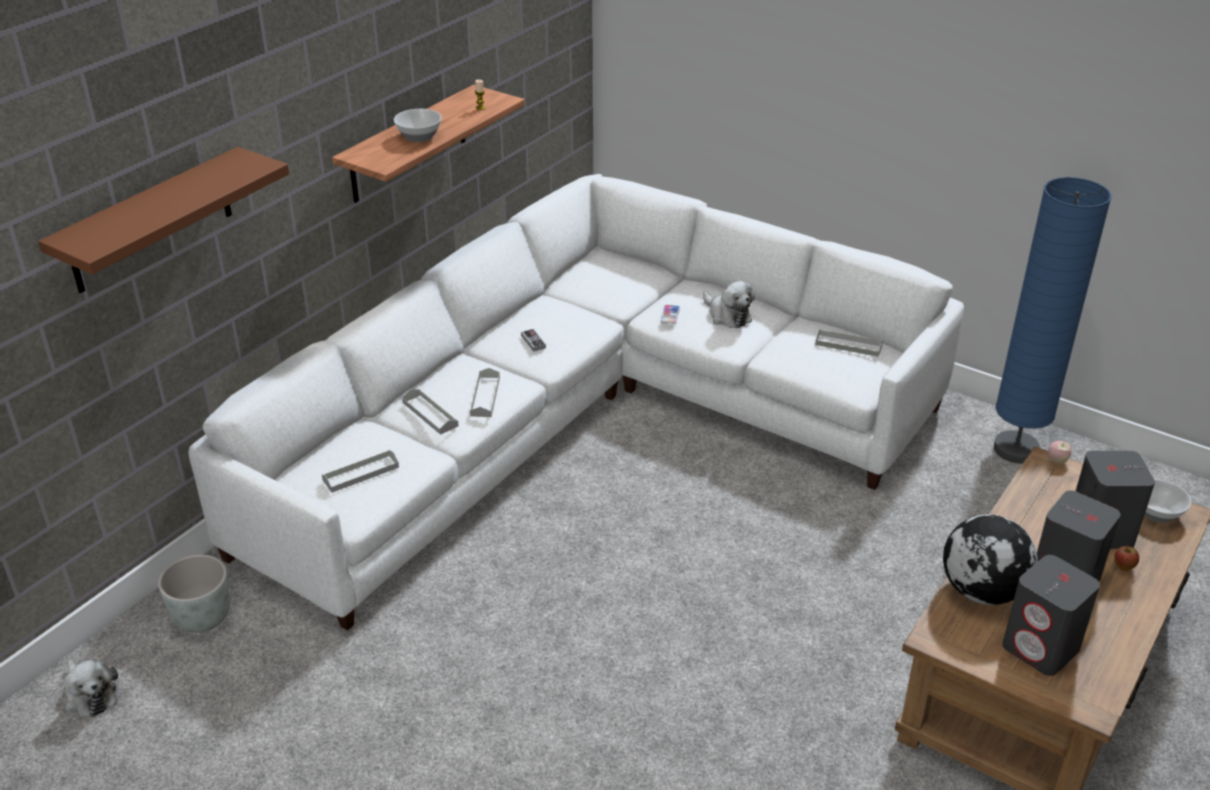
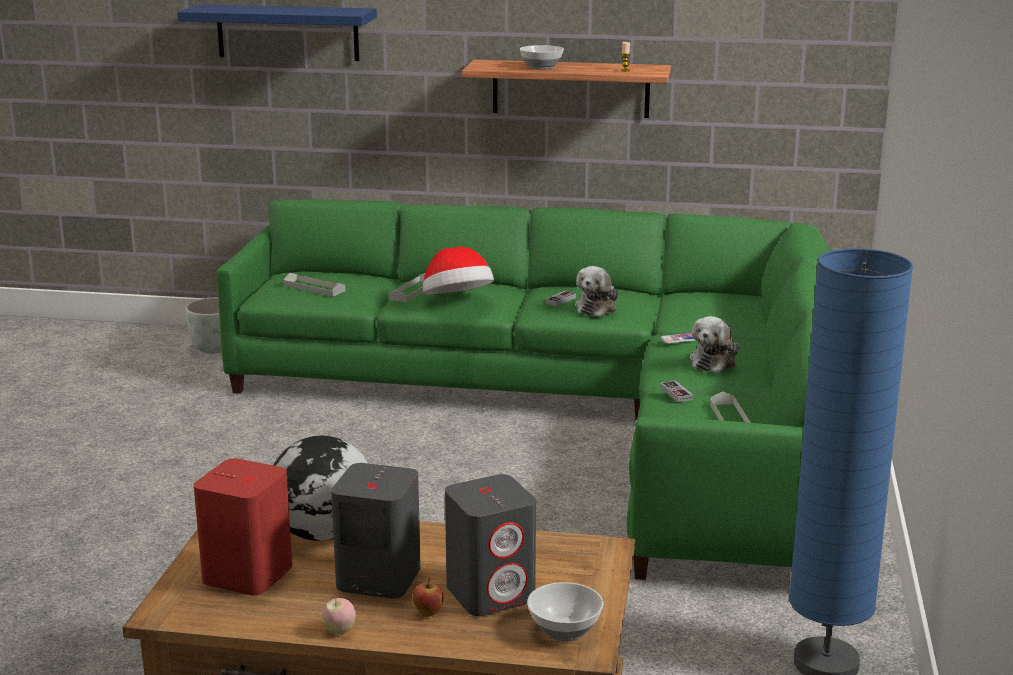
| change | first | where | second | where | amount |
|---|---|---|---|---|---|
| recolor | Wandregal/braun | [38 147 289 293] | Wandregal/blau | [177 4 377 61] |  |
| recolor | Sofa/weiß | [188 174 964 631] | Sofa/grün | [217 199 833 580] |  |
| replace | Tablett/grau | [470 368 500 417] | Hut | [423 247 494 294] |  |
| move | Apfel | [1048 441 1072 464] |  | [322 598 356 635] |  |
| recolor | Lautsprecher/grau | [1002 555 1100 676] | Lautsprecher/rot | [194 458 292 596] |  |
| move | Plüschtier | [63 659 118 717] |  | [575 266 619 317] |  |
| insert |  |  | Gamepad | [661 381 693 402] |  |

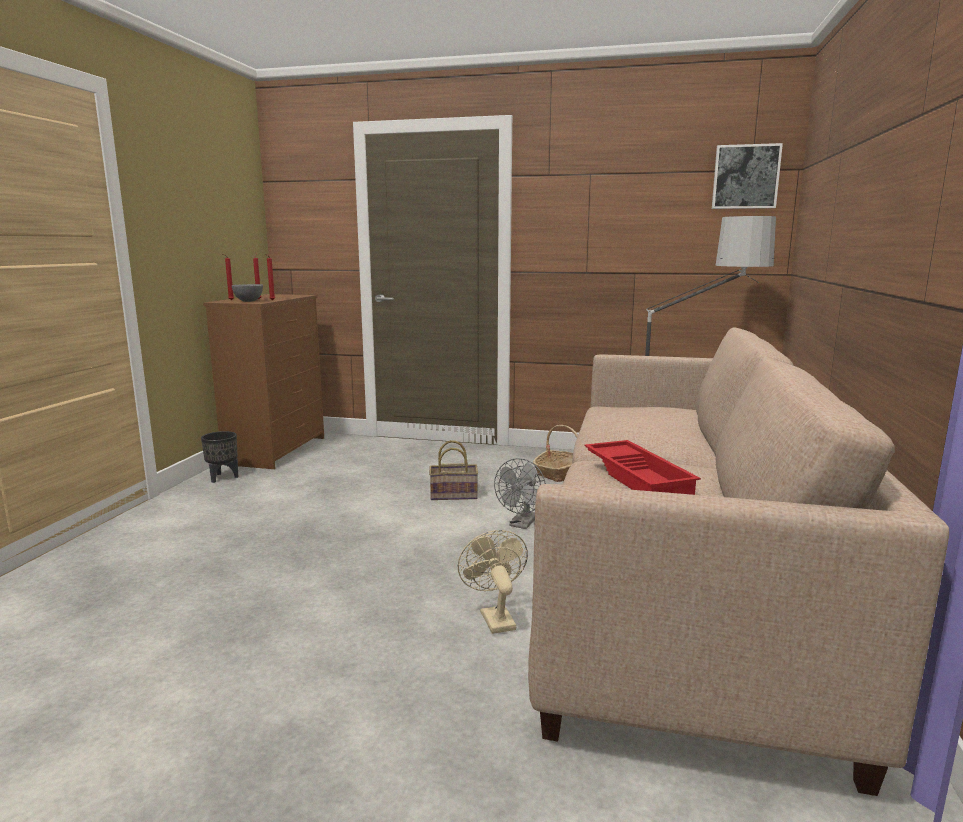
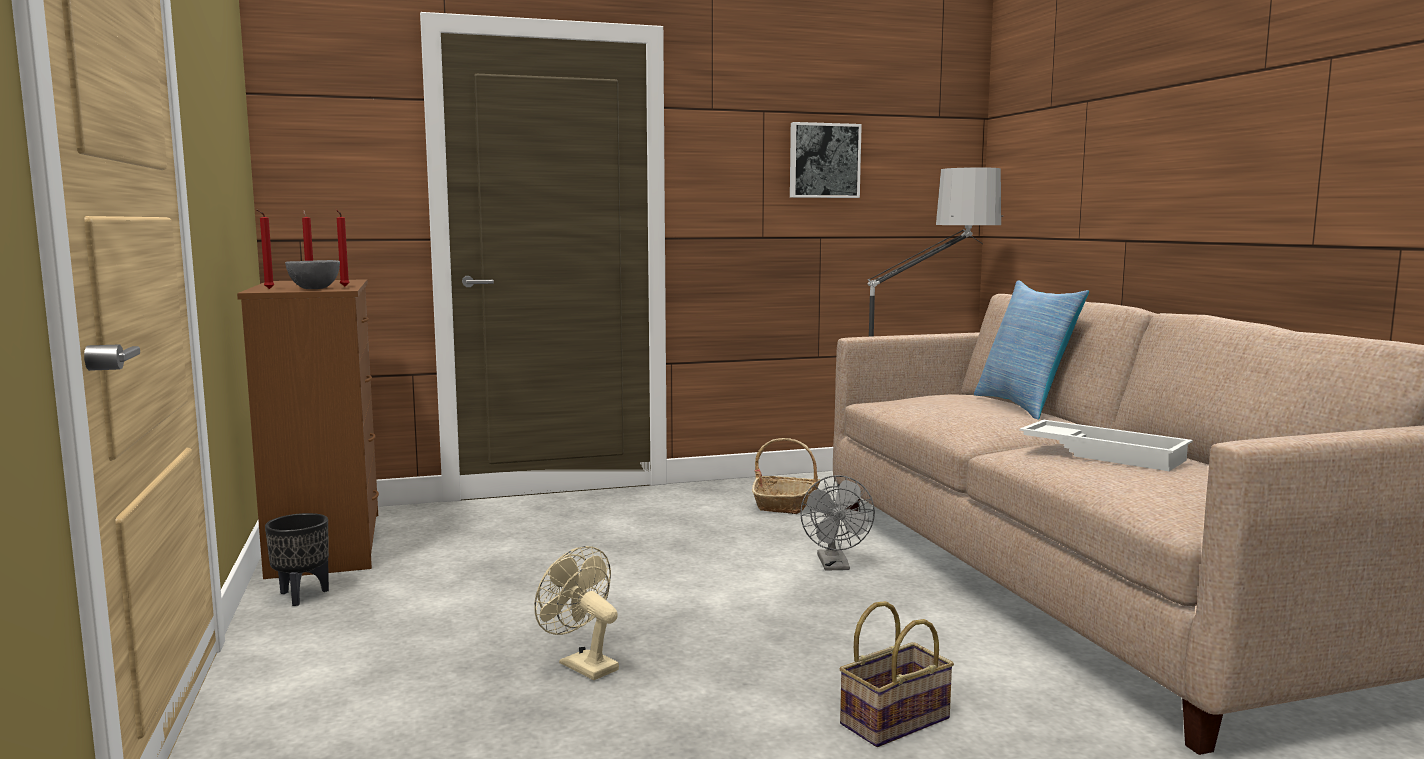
| change | first | where | second | where | amount |
|---|---|---|---|---|---|
| move | Bild | [712 143 783 209] |  | [790 122 862 198] |  |
| move | Korb | [429 440 478 500] |  | [840 601 954 747] |  |
| recolor | Tablett/rot | [584 440 701 495] | Tablett/weiß | [1019 420 1193 471] |  |
| move | Ventilator/beige | [458 530 528 634] |  | [534 546 619 680] |  |
| insert |  |  | Kissen | [974 280 1089 420] |  |

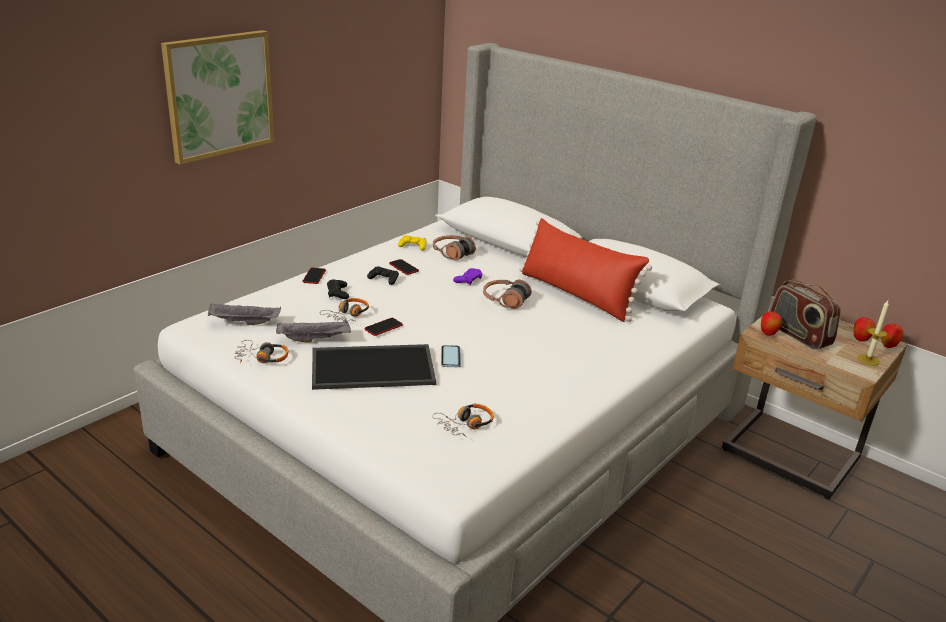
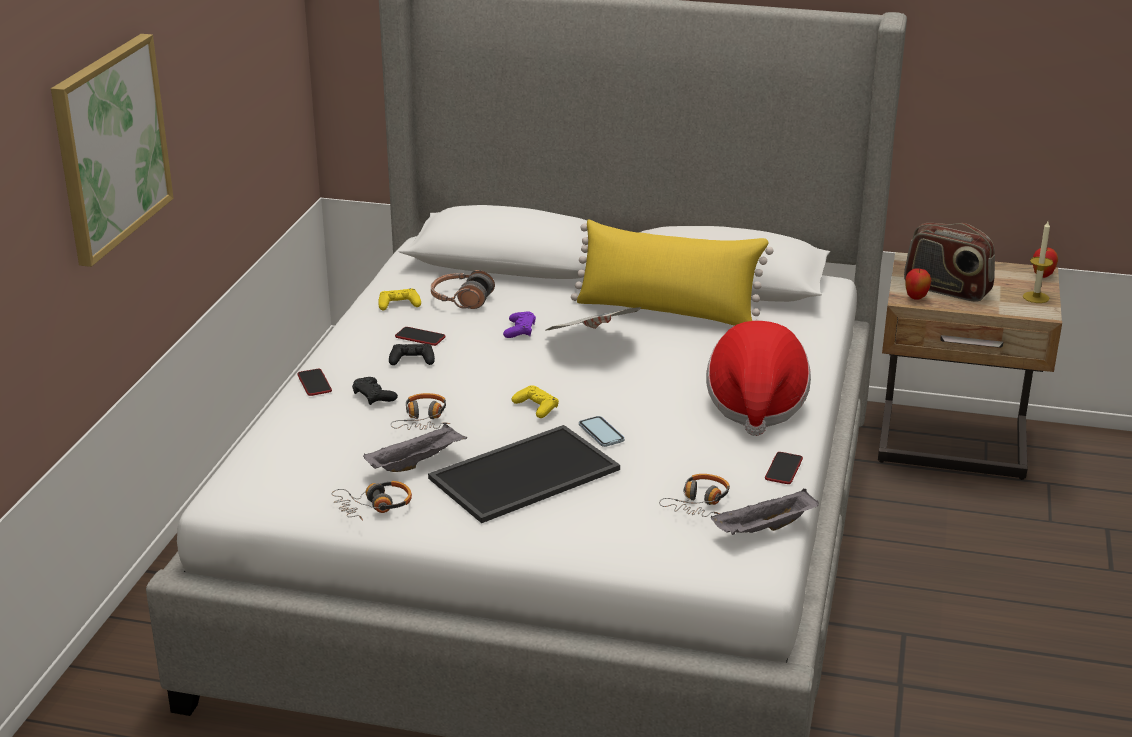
| change | first | where | second | where | amount |
|---|---|---|---|---|---|
| recolor | Kissen/rot | [520 218 652 322] | Kissen/gelb | [571 219 774 326] |  |
| replace | Kopfhörer | [483 279 532 309] | Zeitung | [545 307 642 331] |  |
| move | Tablett/grau | [208 304 281 325] |  | [711 489 819 535] |  |
| delete | Apfel | [853 317 876 341] |  |  |  |
| move | Handy | [364 318 403 336] |  | [765 452 803 484] |  |
| insert |  |  | Hut | [706 321 811 436] |  |
| insert |  |  | Gamepad/gelb | [512 385 559 418] |  |

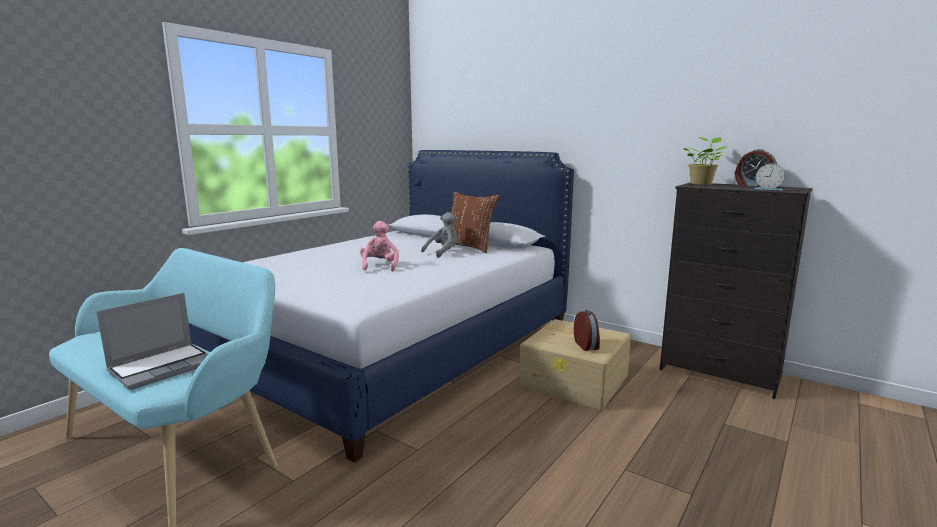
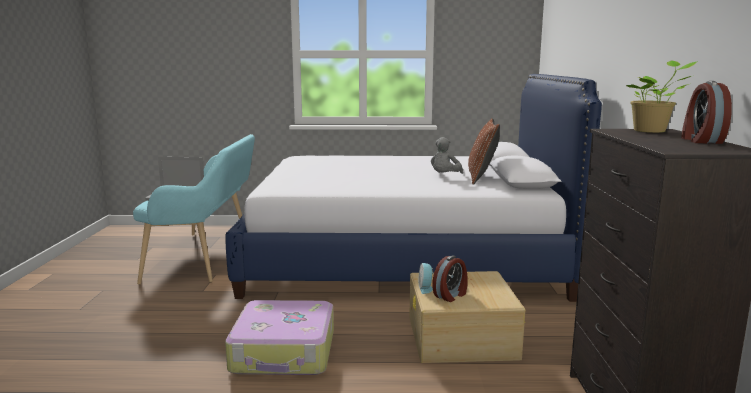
| change | first | where | second | where | amount |
|---|---|---|---|---|---|
| move | Wecker | [755 164 785 190] |  | [419 263 434 294] |  |
| rotate | Plüschtier/grau | [421 212 458 258] |  | [431 137 463 174] | 105 degrees clockwise |
| delete | Plüschtier/rosa | [360 221 399 271] |  |  |  |
| insert |  |  | Koffer | [225 300 334 375] |  |

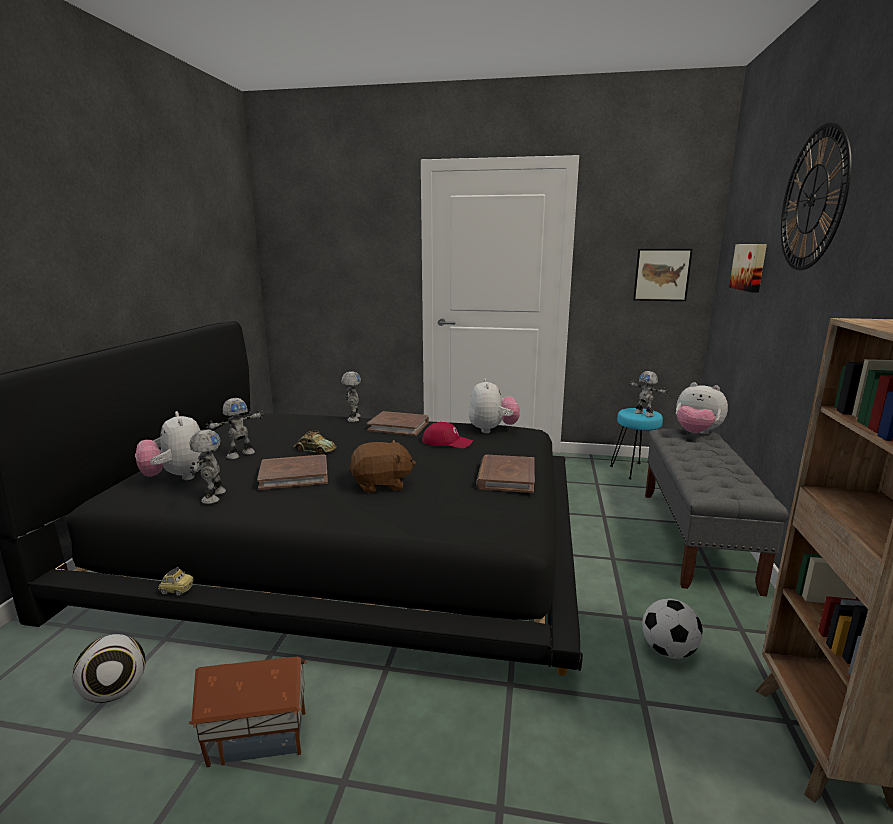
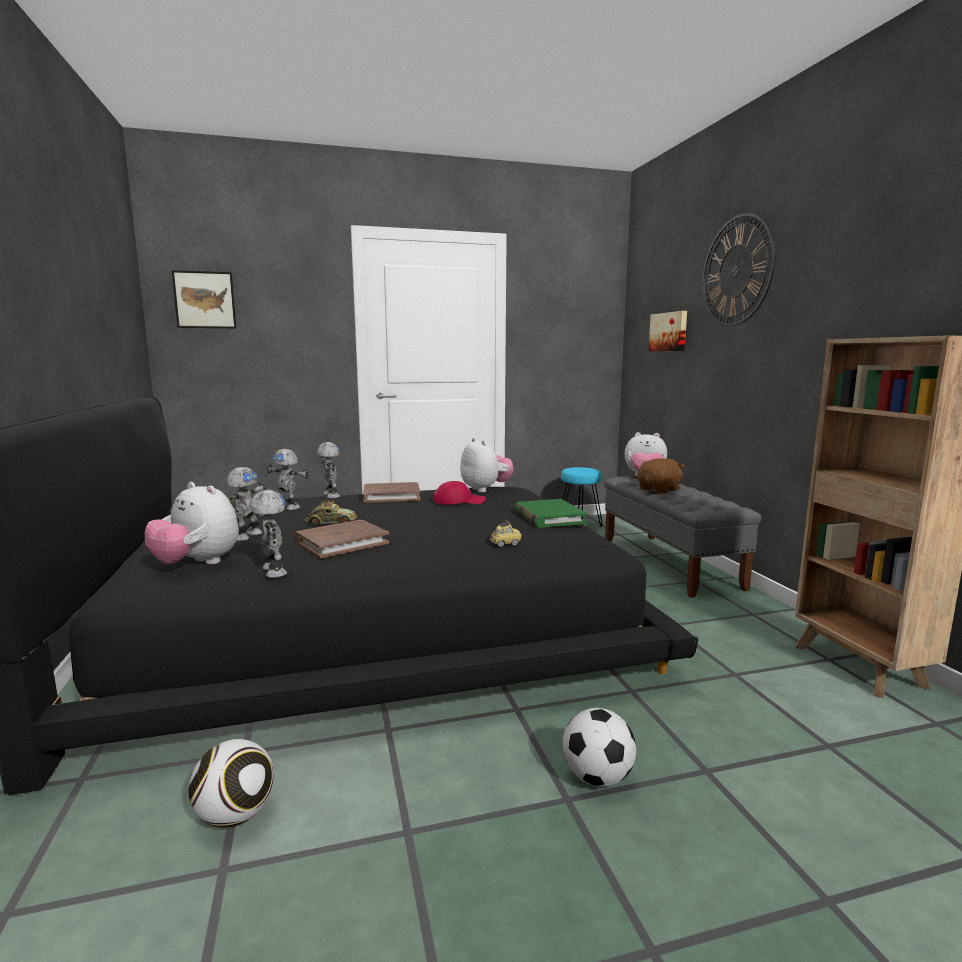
| change | first | where | second | where | amount |
|---|---|---|---|---|---|
| move | Bild | [633 249 693 301] |  | [172 270 236 328] |  |
| move | Spielzeugroboter | [629 371 668 417] |  | [266 449 309 510] |  |
| move | Plüschtier/braun | [349 440 416 493] |  | [638 458 685 493] |  |
| recolor | Buch/braun | [476 455 535 493] | Buch/grün | [515 499 587 528] |  |
| move | Spielzeugauto | [158 567 194 596] |  | [490 520 522 547] |  |
| move | Fußball | [642 599 703 659] |  | [563 708 636 787] |  |
| delete | Spielzeughaus | [189 656 307 767] |  |  |  |

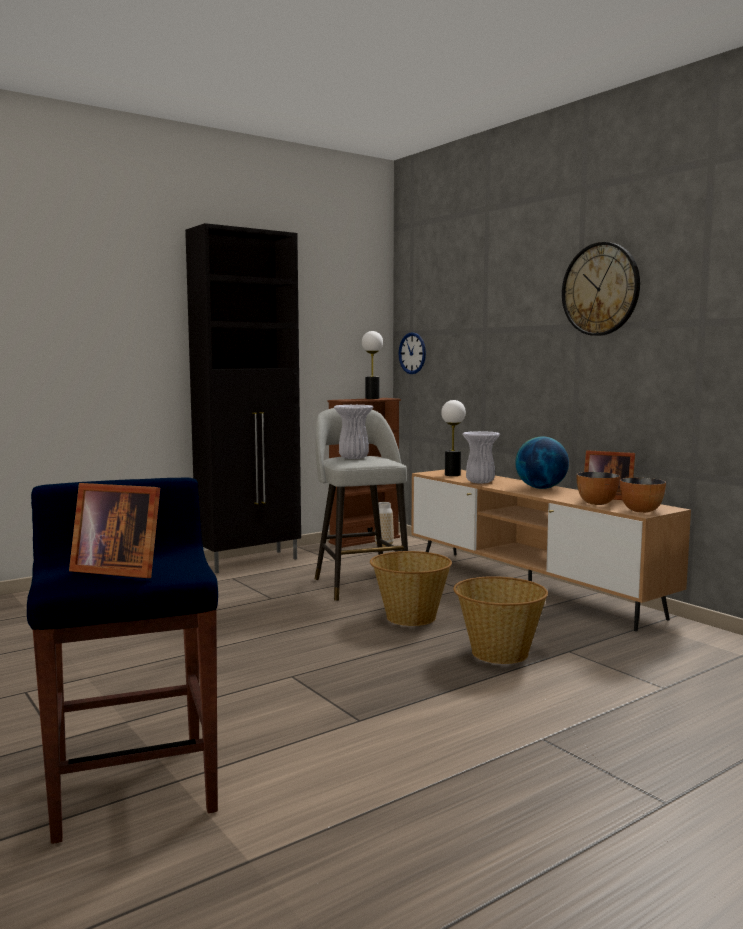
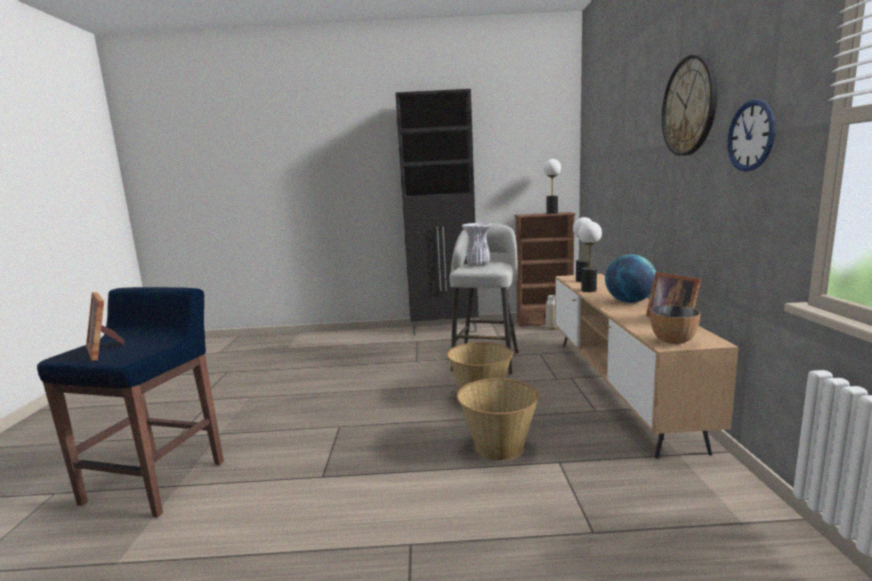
| change | first | where | second | where | amount |
|---|---|---|---|---|---|
| move | Wanduhr | [398 332 426 374] |  | [727 100 776 172] |  |
| replace | Vase/weiß | [463 431 500 484] | Tischlampe | [578 221 602 292] |  |
| delete | Schüssel | [577 472 620 505] |  |  |  |

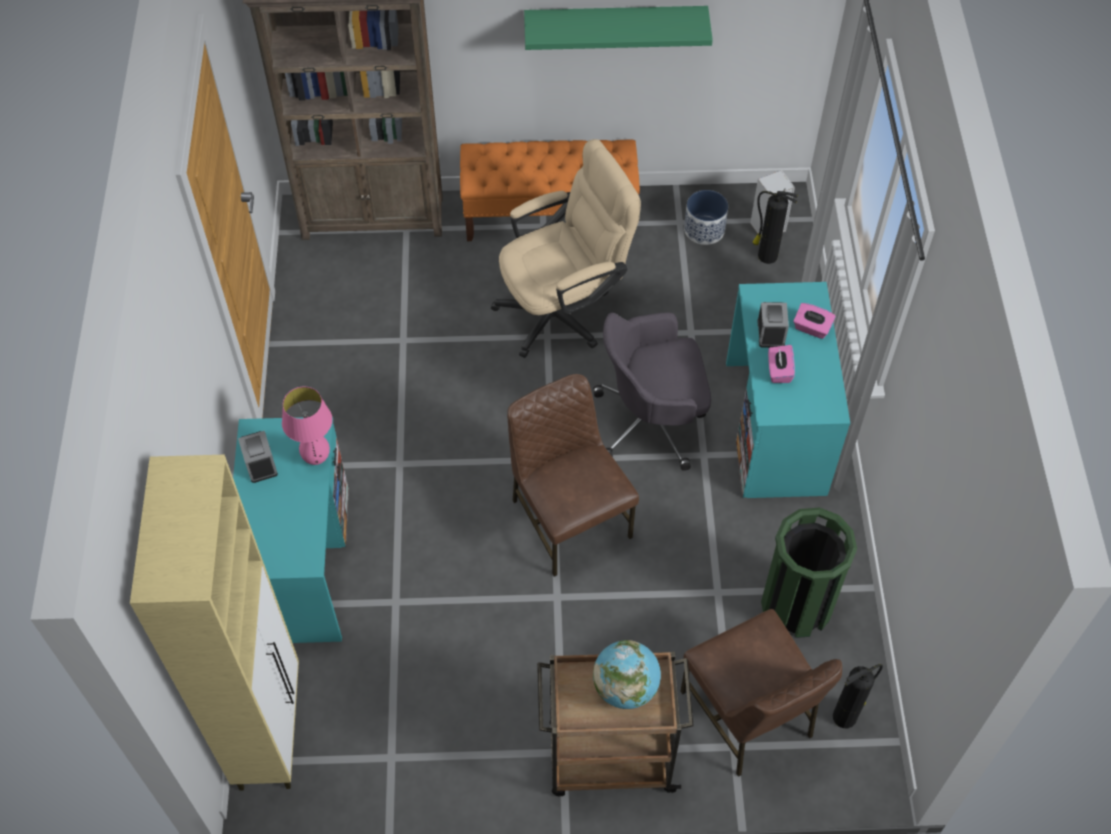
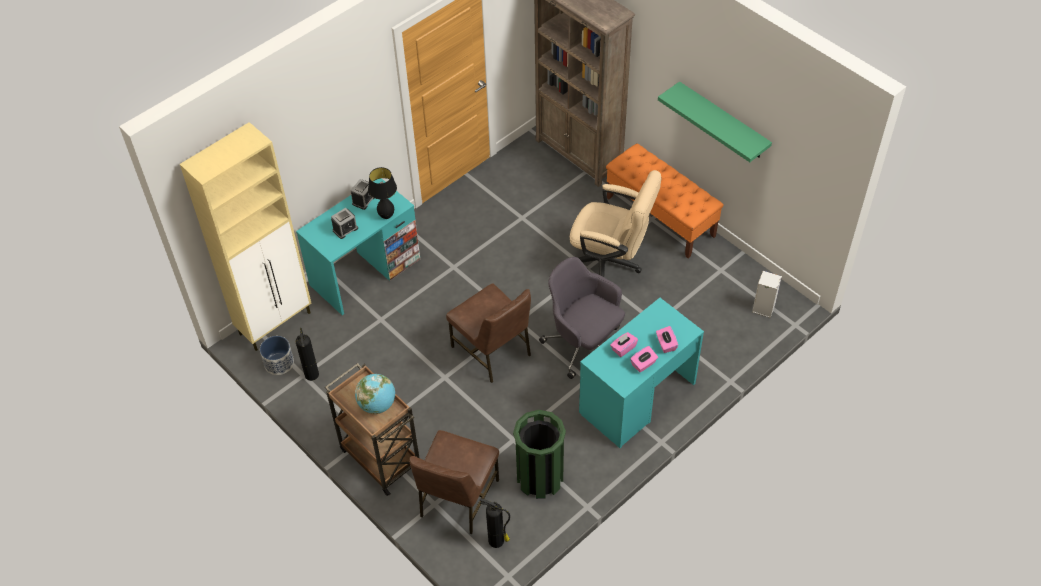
| change | first | where | second | where | amount |
|---|---|---|---|---|---|
| move | Feuerlöscher | [753 189 798 264] |  | [296 328 319 381] |  |
| move | Pflanzkübel | [684 190 728 245] |  | [260 336 294 375] |  |
| move | Wecker | [757 302 789 348] |  | [331 208 358 239] |  |
| rotate | Stuhl/braun | [507 374 639 577] |  | [446 283 531 383] | 120 degrees clockwise |
| recolor | Tischlampe/rosa | [282 387 332 465] | Tischlampe/schwarz | [368 167 397 219] |  |
| insert |  |  | Taschentuchbox/rosa | [630 346 658 372] |  |

